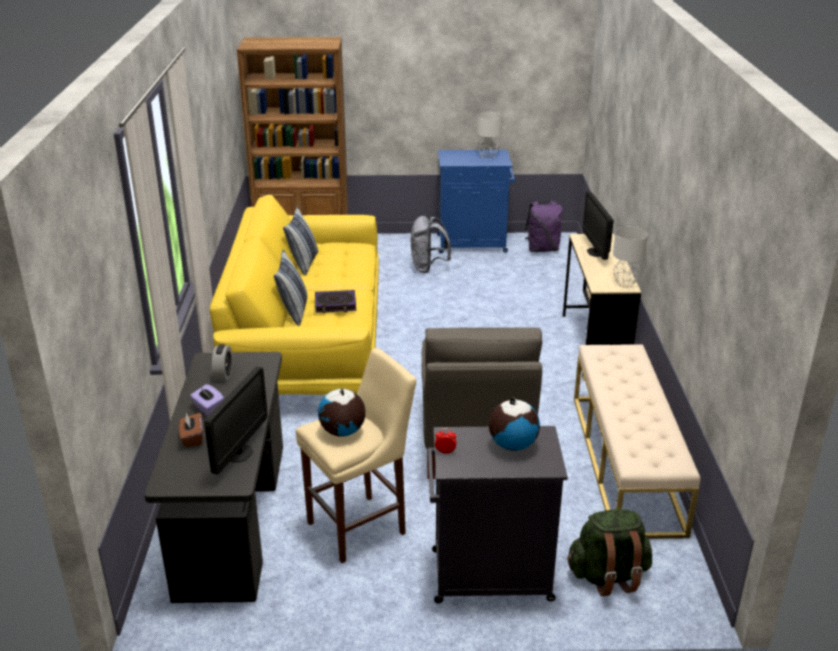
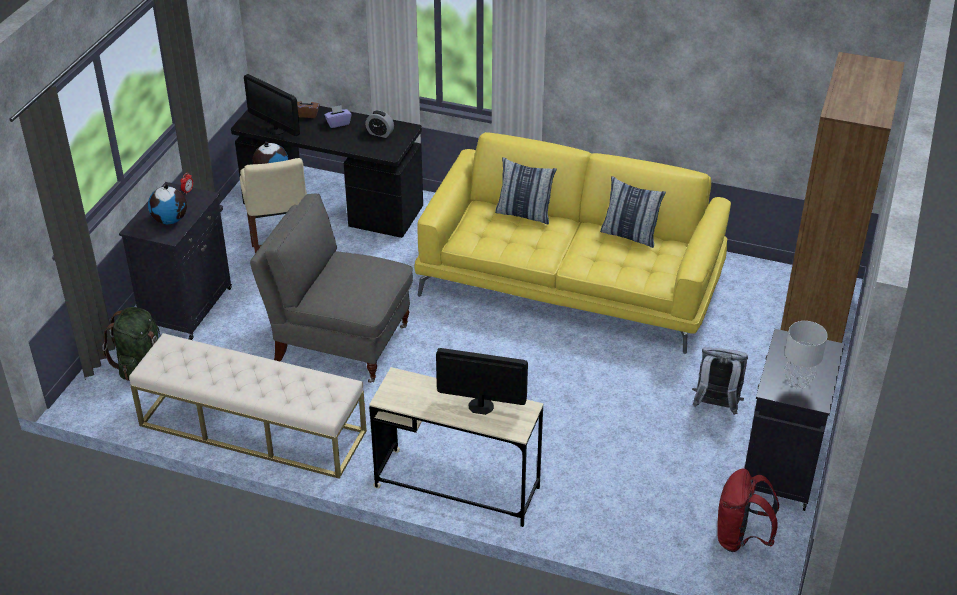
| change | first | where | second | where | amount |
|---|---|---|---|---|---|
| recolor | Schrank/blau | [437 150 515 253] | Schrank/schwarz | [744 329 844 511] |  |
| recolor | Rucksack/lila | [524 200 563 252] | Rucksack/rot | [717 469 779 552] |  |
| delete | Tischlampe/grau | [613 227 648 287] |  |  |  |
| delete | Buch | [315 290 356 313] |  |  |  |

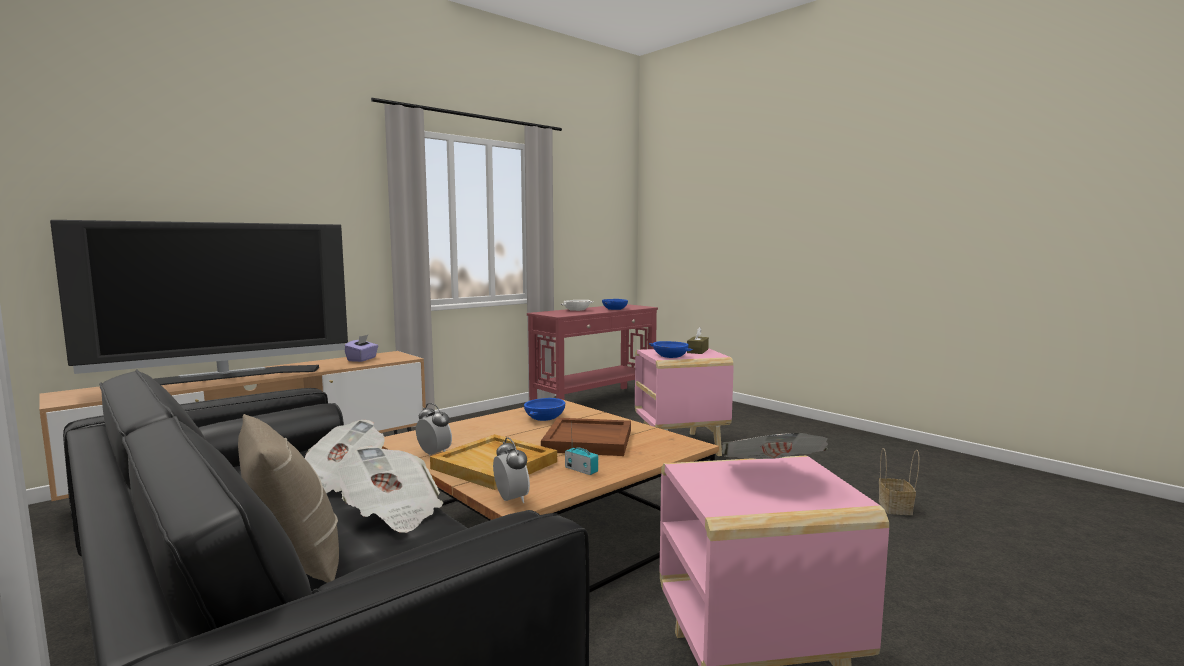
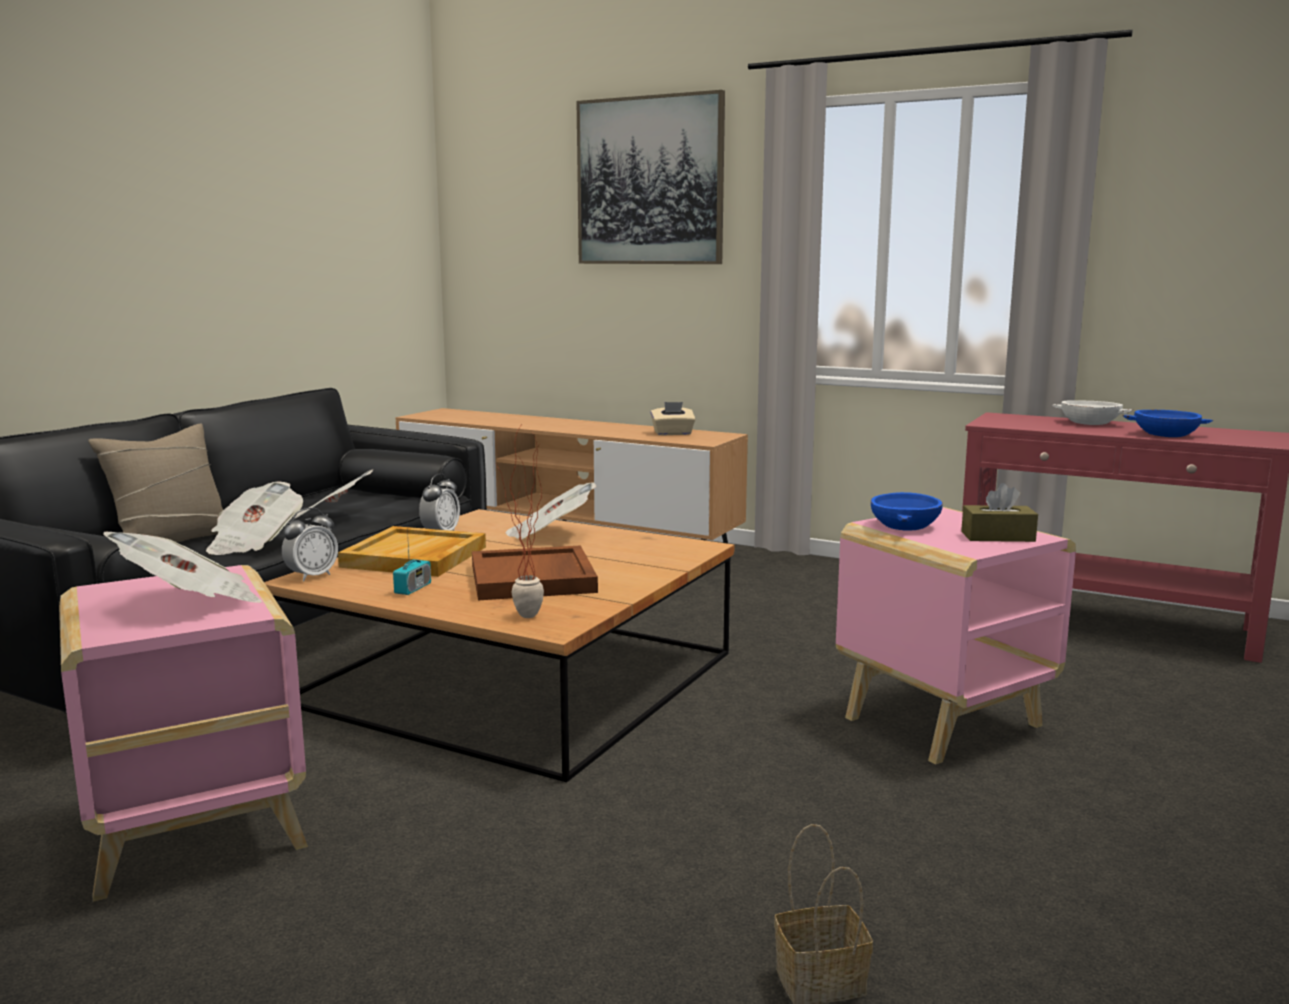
| change | first | where | second | where | amount |
|---|---|---|---|---|---|
| delete | Fernseher | [50 220 348 385] |  |  |  |
| recolor | Taschentuchbox/lila | [345 335 378 362] | Taschentuchbox/beige | [651 402 696 436] |  |
| delete | Schüssel/blau | [524 398 565 421] |  |  |  |
| insert |  |  | Bild | [577 90 725 264] |  |
| insert |  |  | Topfpflanze | [495 423 544 618] |  |
| insert |  |  | Zeitung | [505 482 596 539] |  |

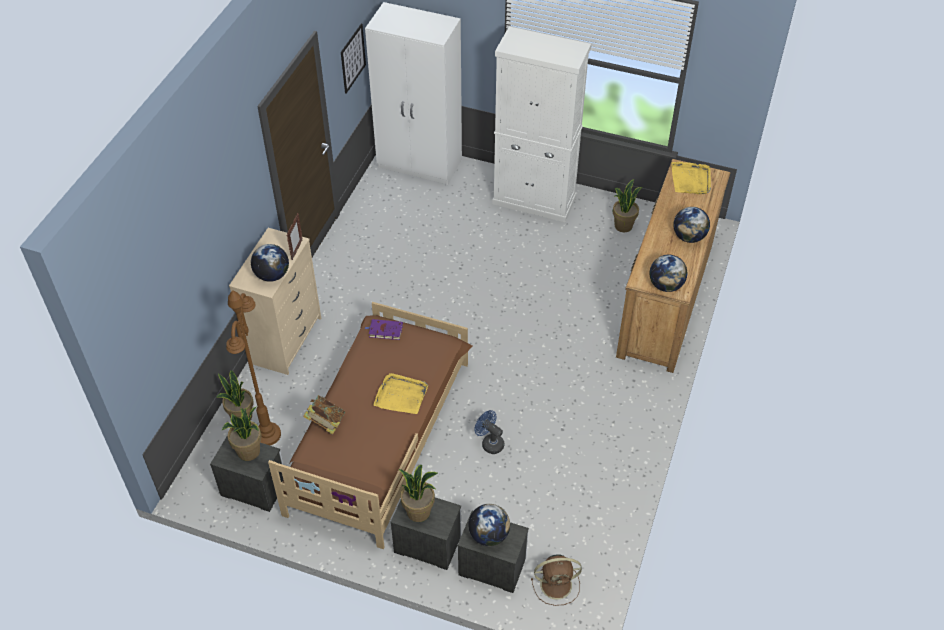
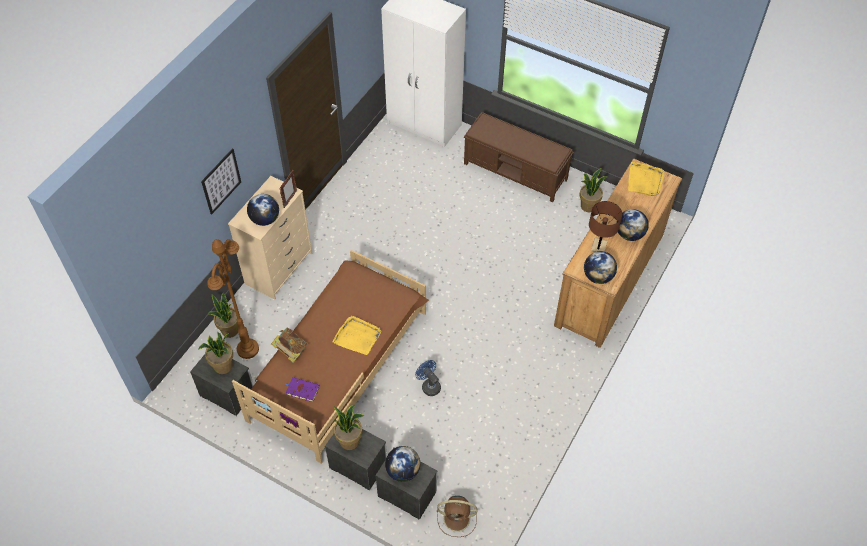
| change | first | where | second | where | amount |
|---|---|---|---|---|---|
| move | Bild | [341 24 366 94] |  | [201 148 241 215] |  |
| replace | Schrank/weiß | [492 27 591 222] | Bank/braun | [464 112 574 202] |  |
| move | Buch/lila | [365 319 403 340] |  | [285 377 320 402] |  |
| insert |  |  | Tischlampe/braun | [589 201 622 252] |  |

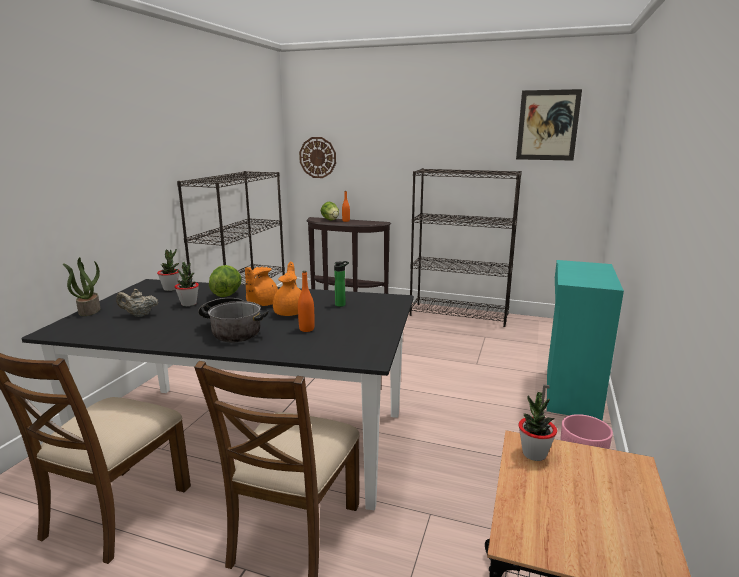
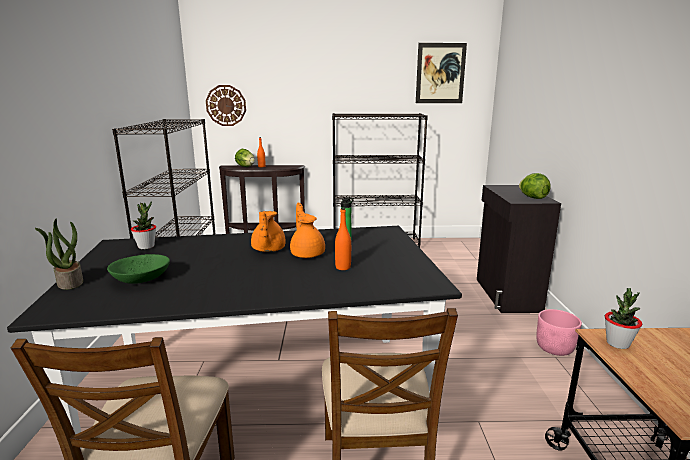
| change | first | where | second | where | amount |
|---|---|---|---|---|---|
| recolor | Schrank/türkis | [542 260 624 420] | Schrank/schwarz | [477 185 561 313] |  |
| delete | Topfpflanze | [175 262 199 306] |  |  |  |
| move | Salatkopf | [209 265 242 297] |  | [519 173 551 199] |  |
| replace | Teekanne/beige | [116 289 158 317] | Schüssel/grün | [107 254 170 284] |  |
| delete | Kochtopf | [198 298 269 342] |  |  |  |

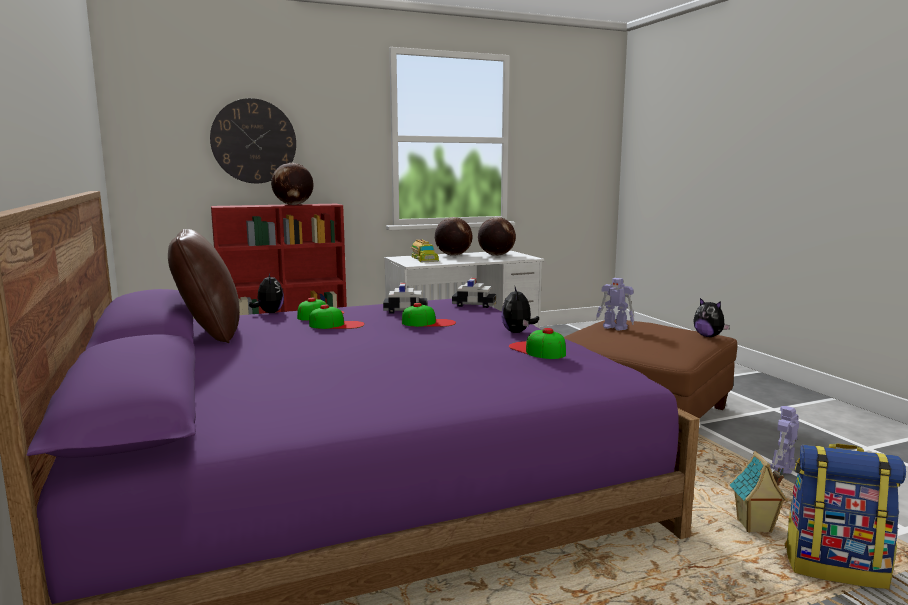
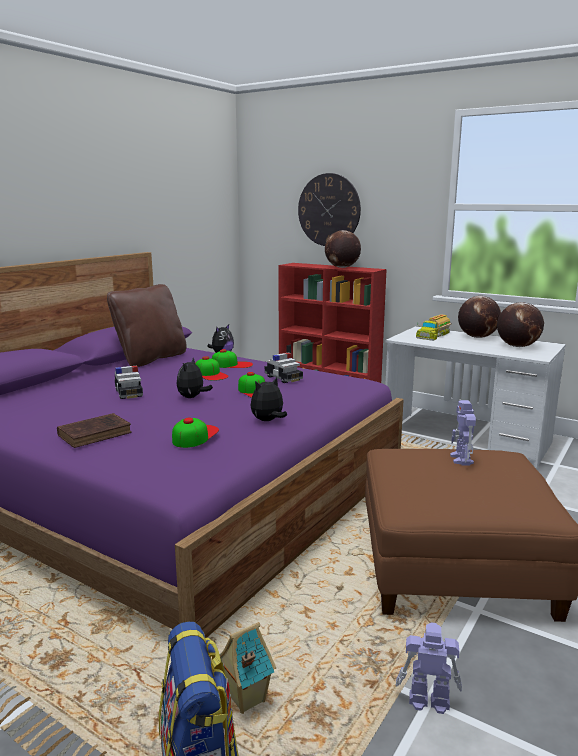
| change | first | where | second | where | amount |
|---|---|---|---|---|---|
| move | Spielzeugauto | [452 278 496 308] |  | [115 365 143 399] |  |
| move | Plüschtier | [693 298 730 337] |  | [177 358 213 398] |  |
| insert |  |  | Buch/braun | [57 413 132 448] |  |

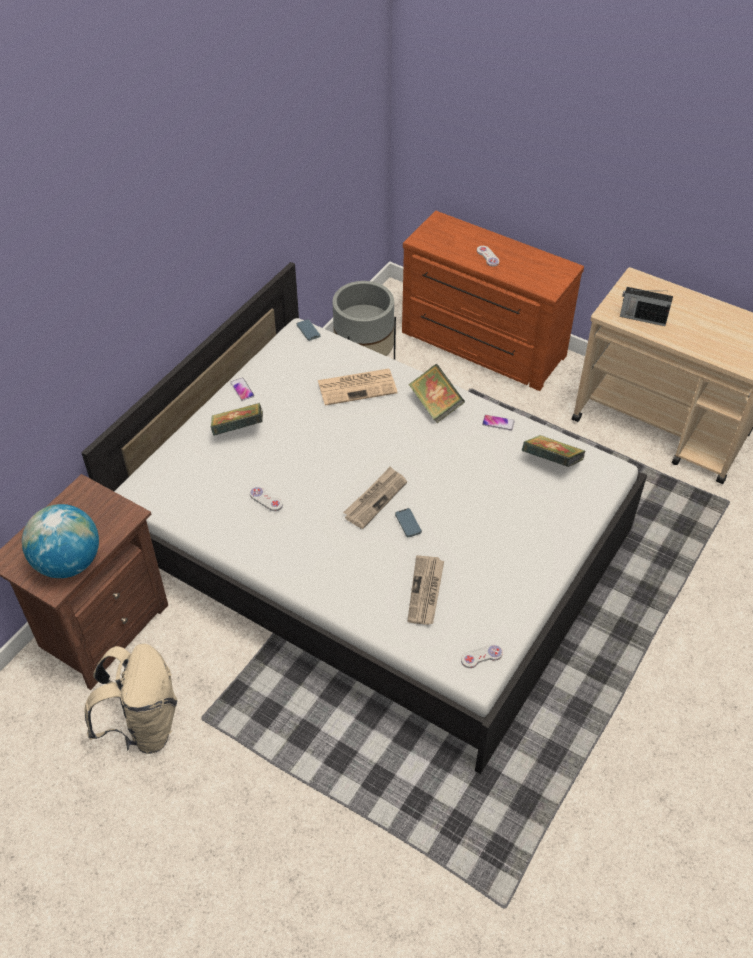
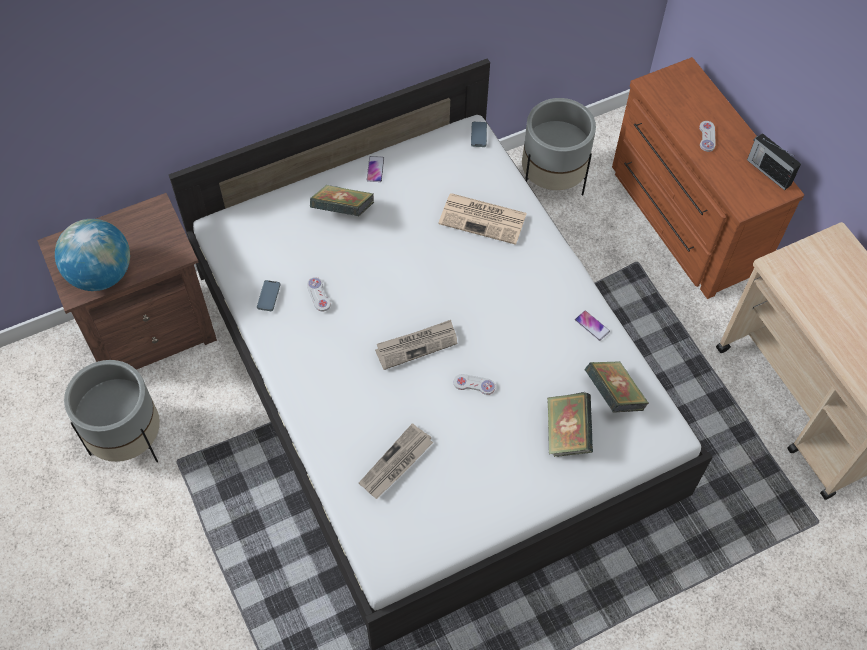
| change | first | where | second | where | amount |
|---|---|---|---|---|---|
| move | Radio | [620 287 673 326] |  | [747 133 801 190] |  |
| move | Buch | [409 364 465 423] |  | [548 392 593 457] |  |
| move | Handy | [395 508 422 537] |  | [257 280 280 311] |  |
| replace | Rucksack/beige | [84 644 177 754] | Pflanzkübel/grau | [64 360 160 462] |  |
| move | Gamepad/weiß | [461 644 503 668] |  | [454 374 495 395] |  |

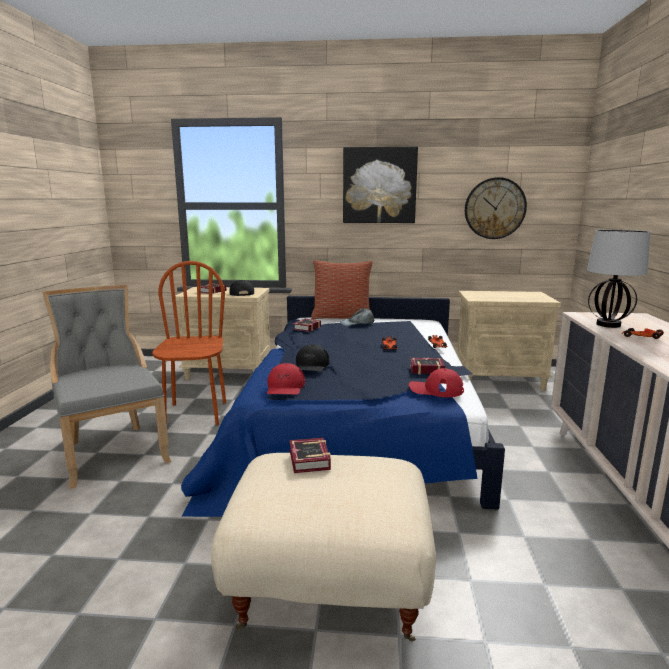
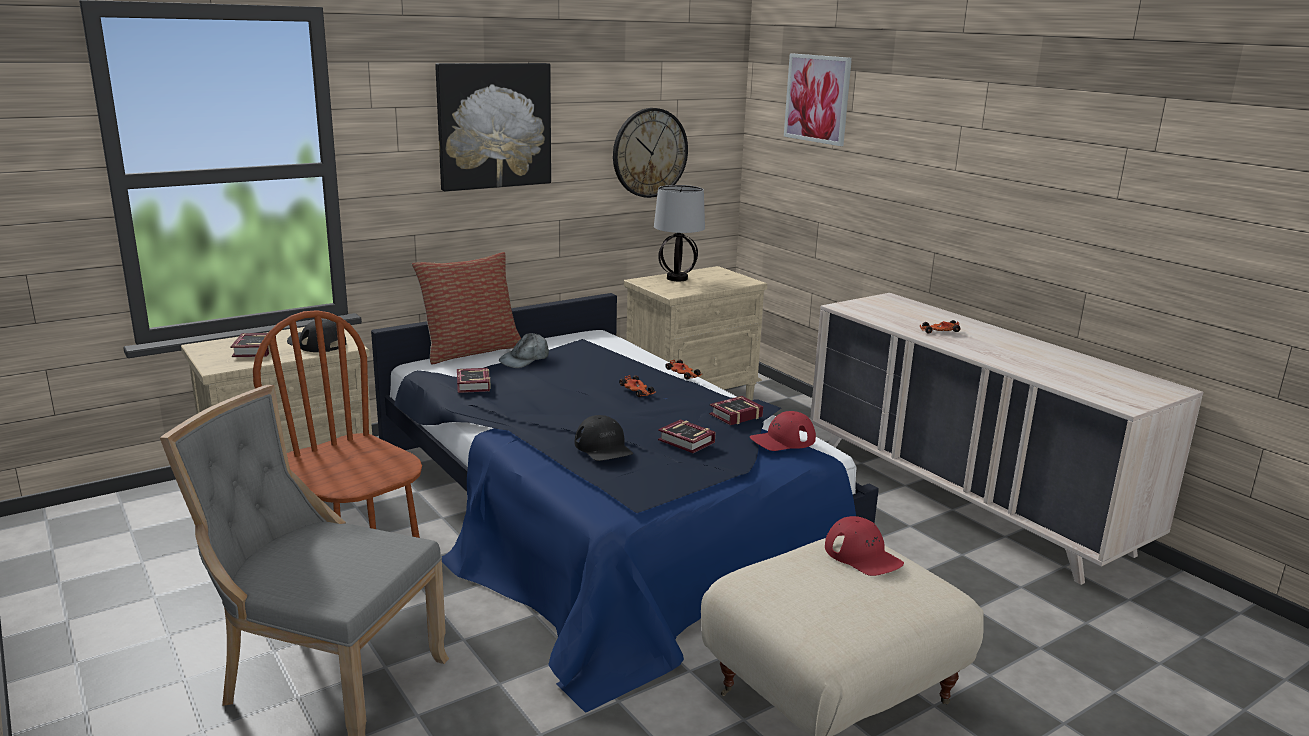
| change | first | where | second | where | amount |
|---|---|---|---|---|---|
| move | Tischlampe | [587 230 650 328] |  | [654 185 705 281] |  |
| move | Kappe/rot | [267 363 305 395] |  | [825 516 904 576] |  |
| move | Buch | [289 438 331 473] |  | [658 419 715 453] |  |
| insert |  |  | Bild | [784 53 852 146] |  |

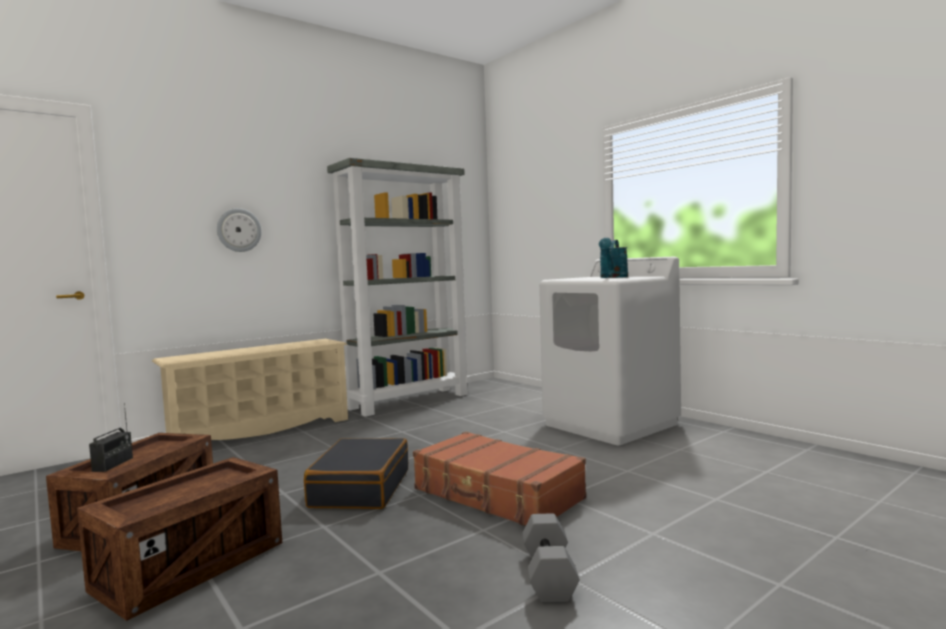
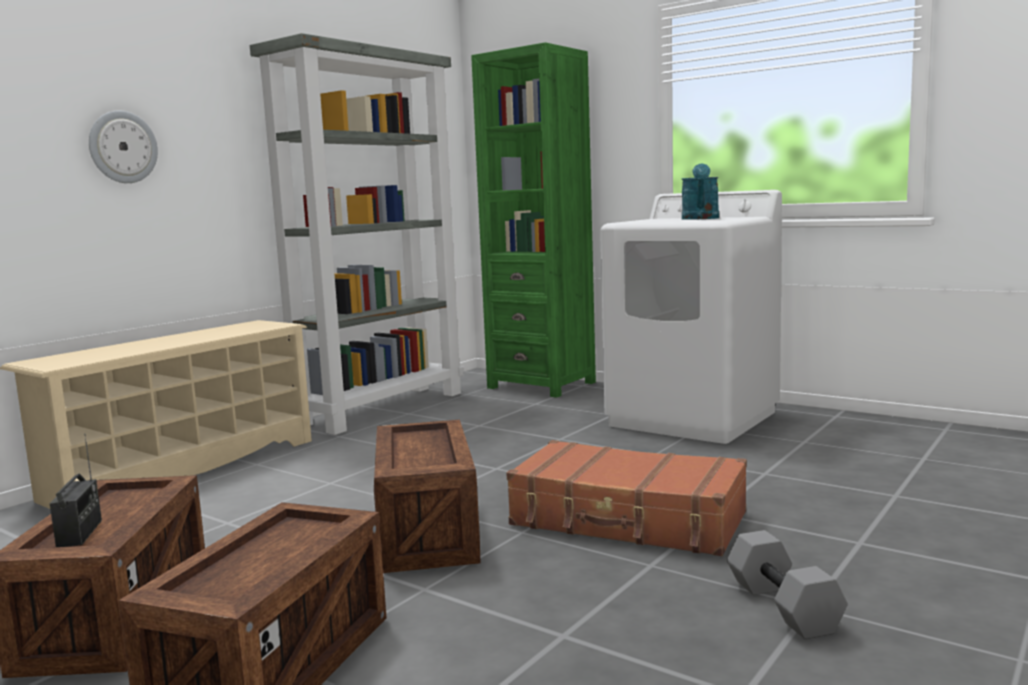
| change | first | where | second | where | amount |
|---|---|---|---|---|---|
| replace | Koffer/schwarz | [304 438 408 509] | Kiste | [374 420 480 573] |  |
| insert |  |  | Bücherregal/grün | [471 42 596 398] |  |

